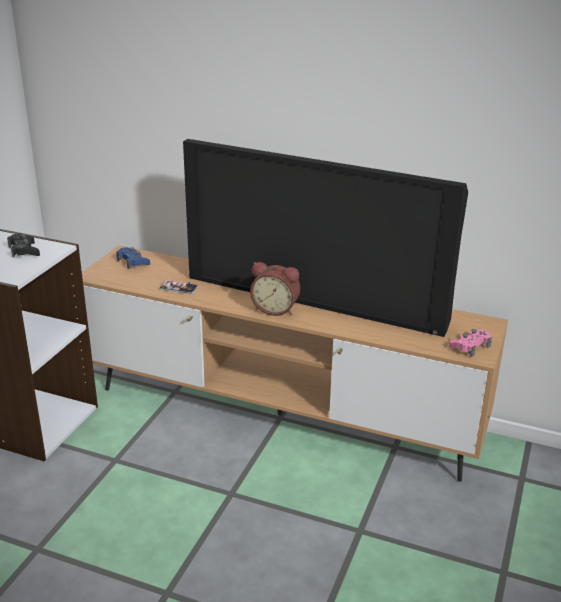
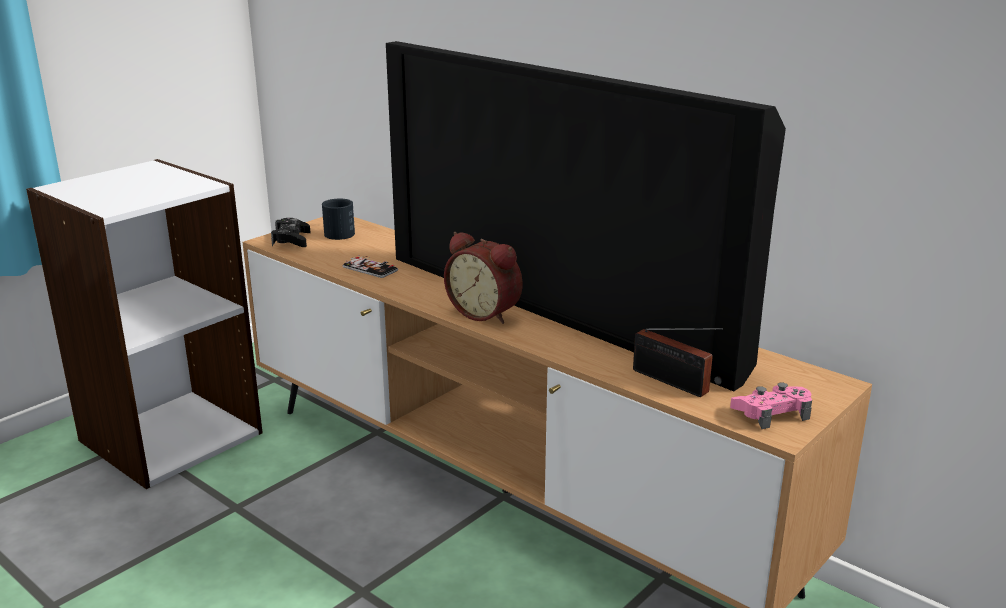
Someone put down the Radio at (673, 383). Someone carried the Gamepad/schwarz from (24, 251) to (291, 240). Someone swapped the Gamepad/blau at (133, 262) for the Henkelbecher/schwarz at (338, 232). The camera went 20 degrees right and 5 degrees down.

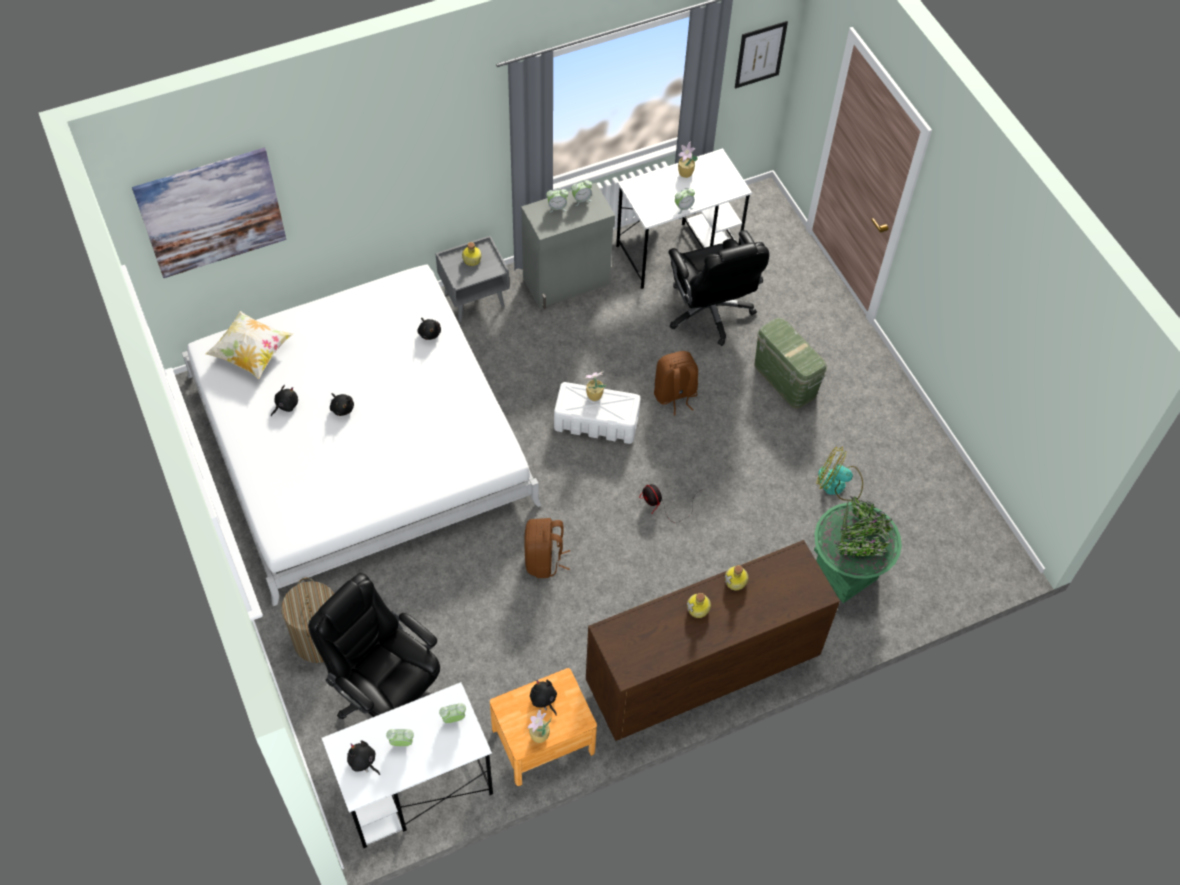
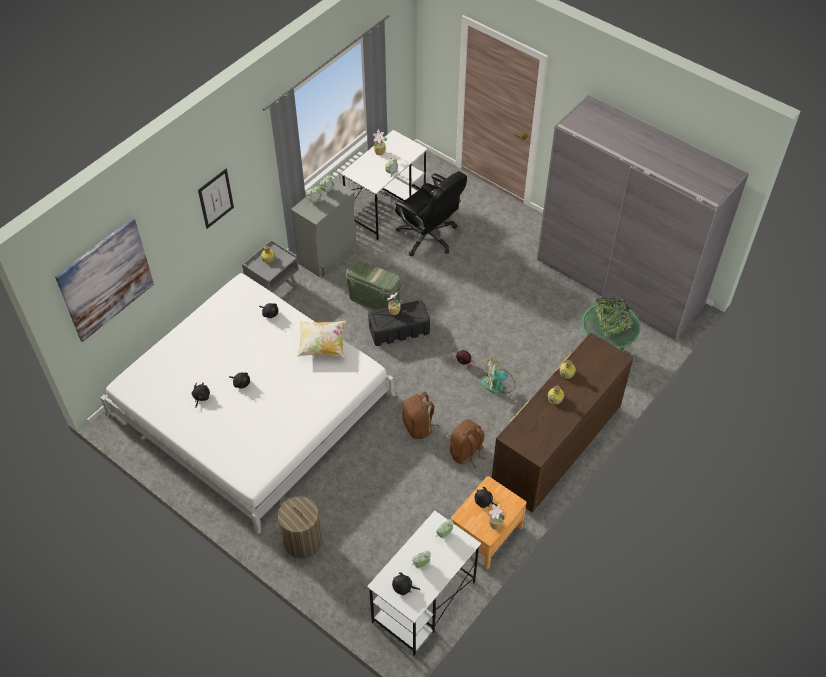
Someone took away the Bürostuhl/schwarz at (387, 693). Someone put down the Kleiderschrank/grau at (619, 283). Someone carried the Kissen from (252, 353) to (322, 345). Someone carried the Rucksack/braun from (675, 395) to (466, 453). Someone carried the Bild from (760, 54) to (215, 198). Someone carried the Aufbewahrungsbox/grün from (785, 379) to (374, 300). Someone carried the Ventilator from (838, 484) to (497, 385). Someone repainted the Aufbewahrungsbox/weiß at (597, 422), which became the Aufbewahrungsbox/schwarz at (399, 330). The camera went 25 degrees left and 5 degrees down.

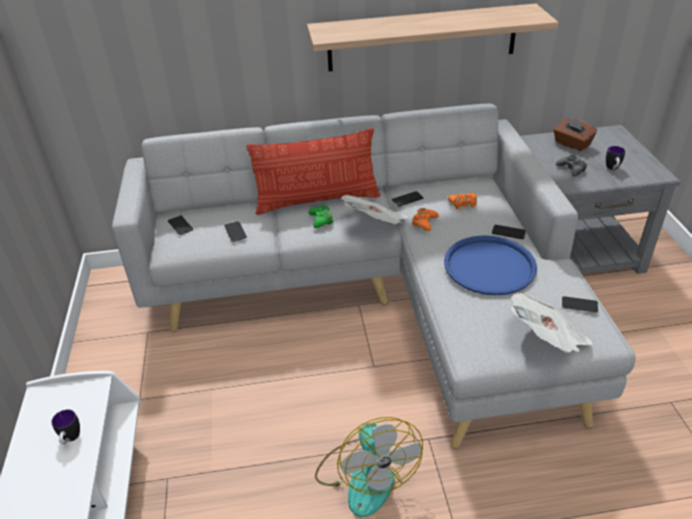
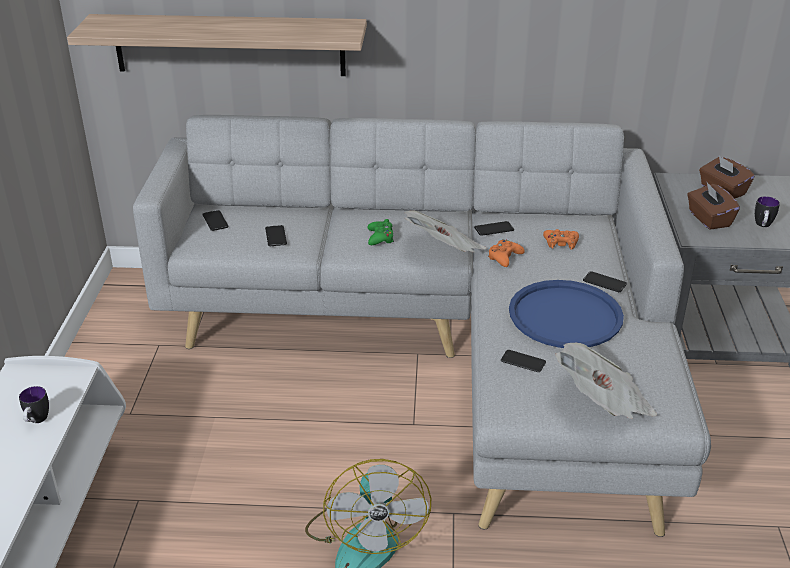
Someone took away the Kissen at (317, 200). Someone carried the Wandregal from (422, 38) to (229, 45). Someone carried the Handy from (579, 305) to (523, 361). Someone swapped the Gamepad/schwarz at (571, 169) for the Taschentuchbox/braun at (708, 219). The camera went 10 degrees right and 5 degrees down.

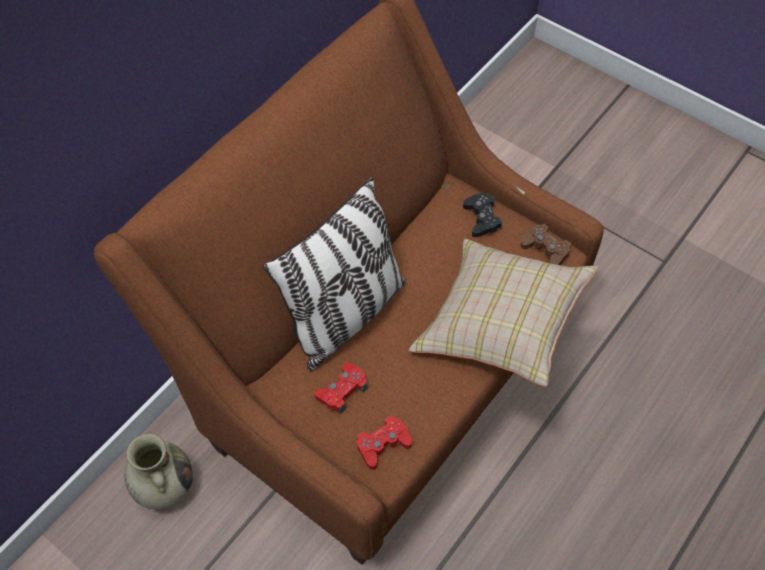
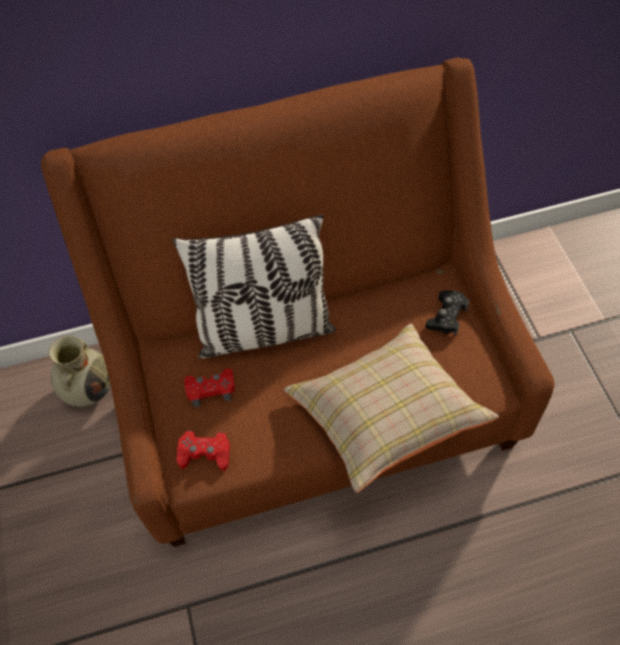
Someone took away the Gamepad/braun at (545, 250). The camera went 40 degrees right and 0 degrees up.

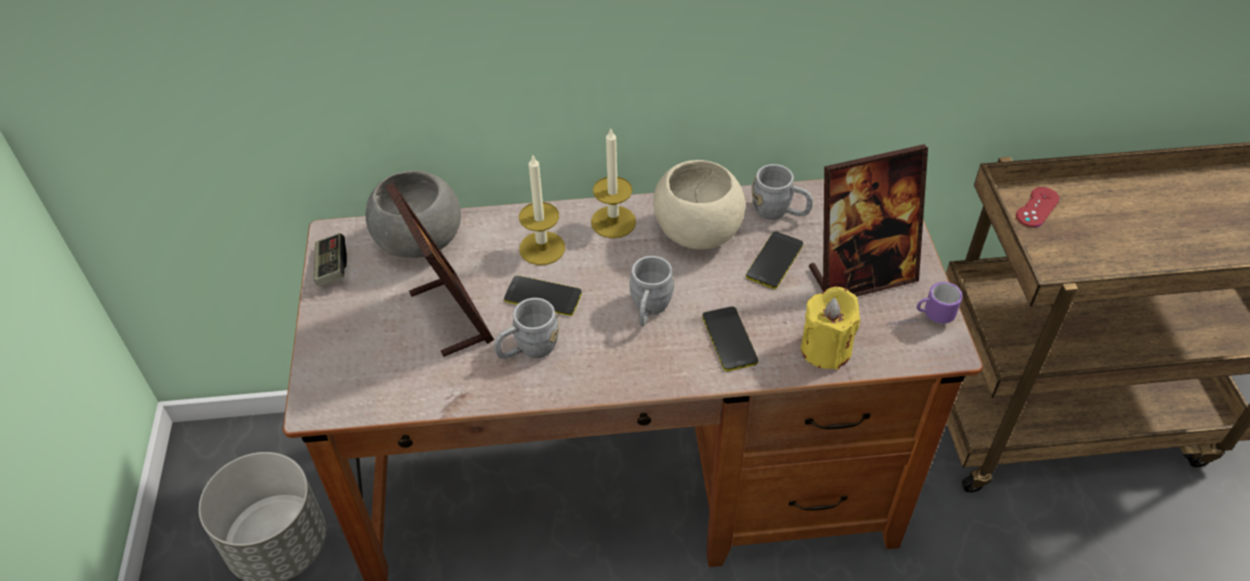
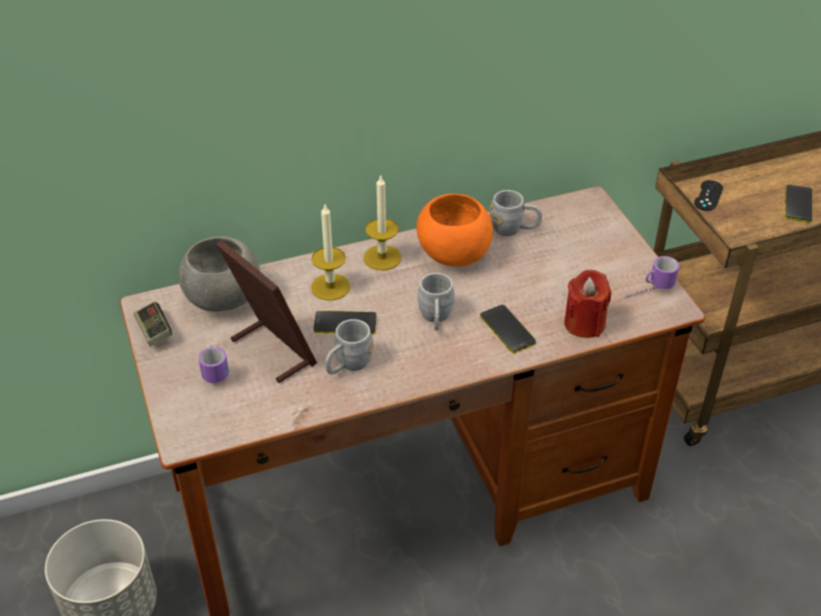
Someone took away the Bilderrahmen at (861, 276). Someone put down the Henkelbecher at (215, 367). Someone carried the Handy from (774, 260) to (798, 204). Someone repainted the Schüssel/beige at (696, 232), which became the Schüssel/orange at (453, 255). Someone repainted the Kerze/gelb at (825, 349), which became the Kerze/rot at (584, 323). Someone repainted the Gamepad/rot at (1037, 207), which became the Gamepad/schwarz at (708, 196). The camera went 15 degrees left and 5 degrees down.

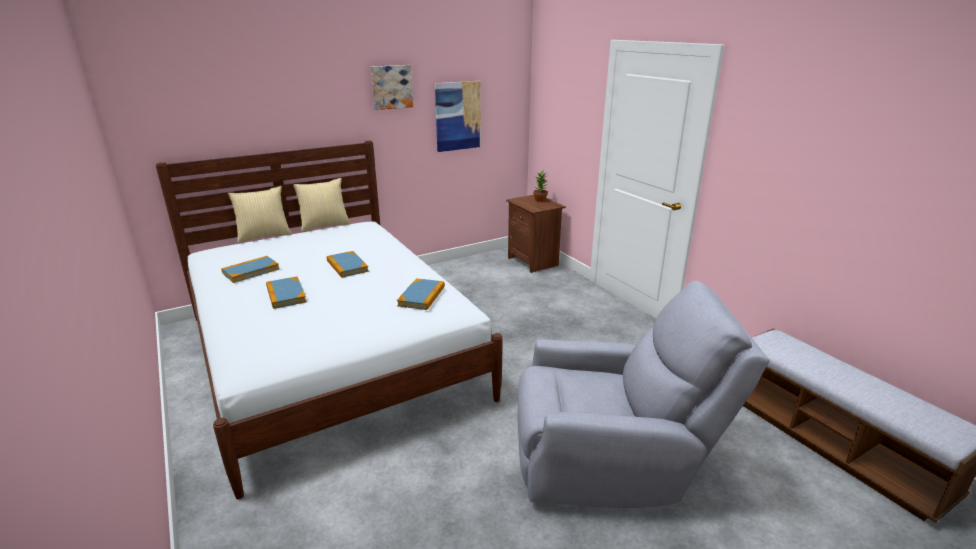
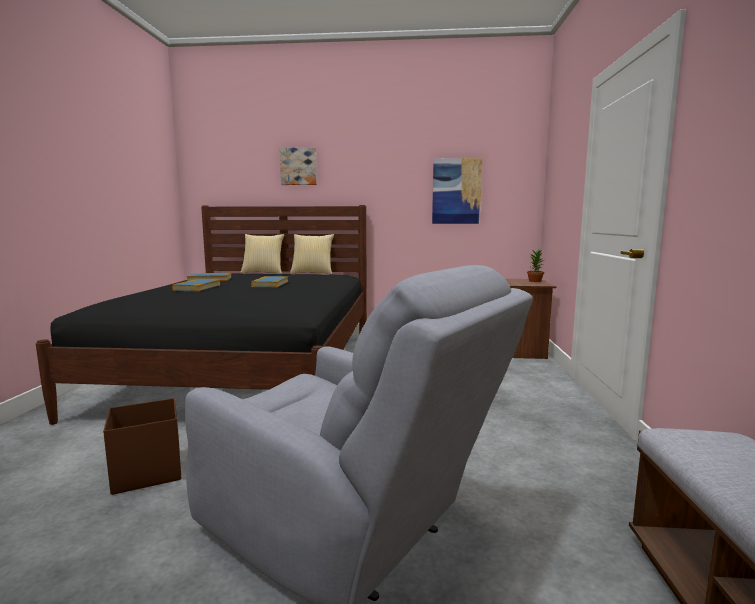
Someone took away the Buch at (422, 296). Someone put down the Aufbewahrungsbox/braun at (146, 473). Someone carried the Bild from (391, 87) to (299, 166). Someone repainted the Bett/weiß at (331, 355), which became the Bett/schwarz at (250, 368). The camera went 35 degrees right and 15 degrees down.

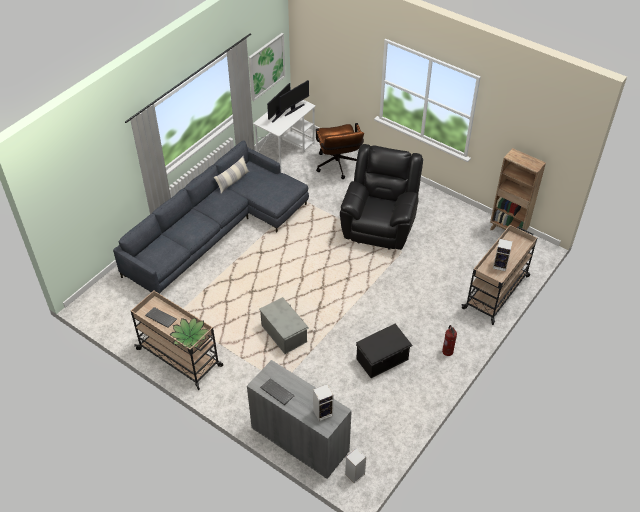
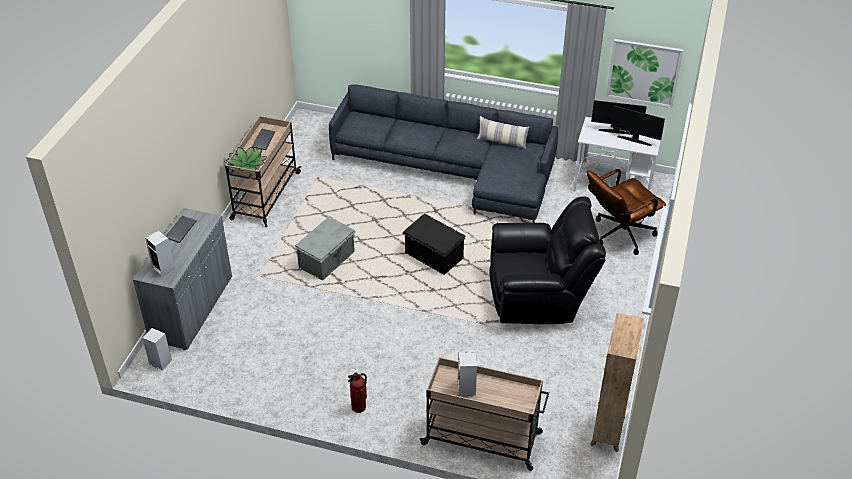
Someone carried the Aufbewahrungsbox/schwarz from (383, 359) to (433, 256). The camera went 70 degrees right and 5 degrees down.

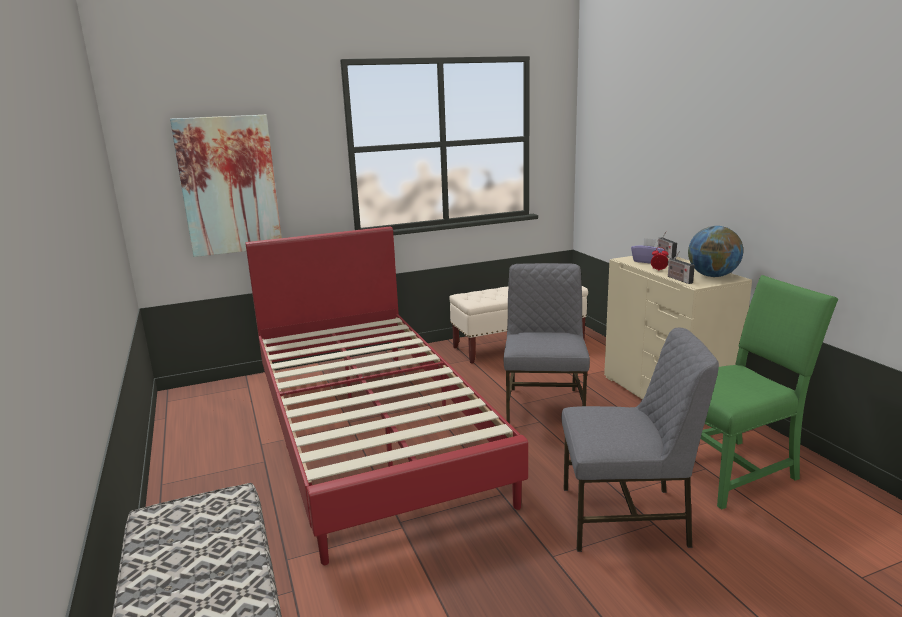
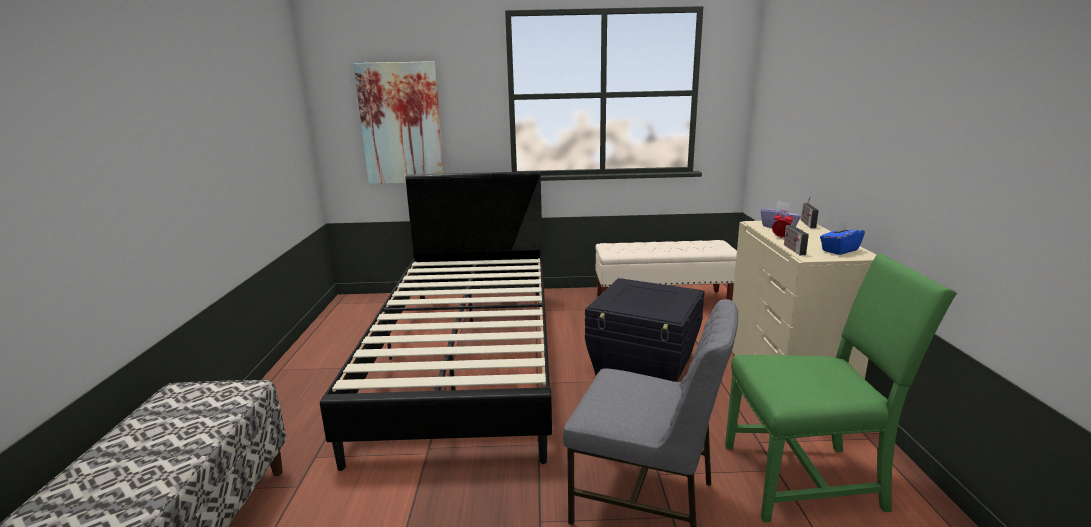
Someone swapped the Stuhl/grau at (544, 405) for the Aufbewahrungsbox/schwarz at (644, 365). Someone swapped the Globus at (712, 276) for the Taschentuchbox/blau at (839, 250). Someone repainted the Bett/rot at (370, 431), which became the Bett/schwarz at (467, 358). The camera went 20 degrees right and 0 degrees up.

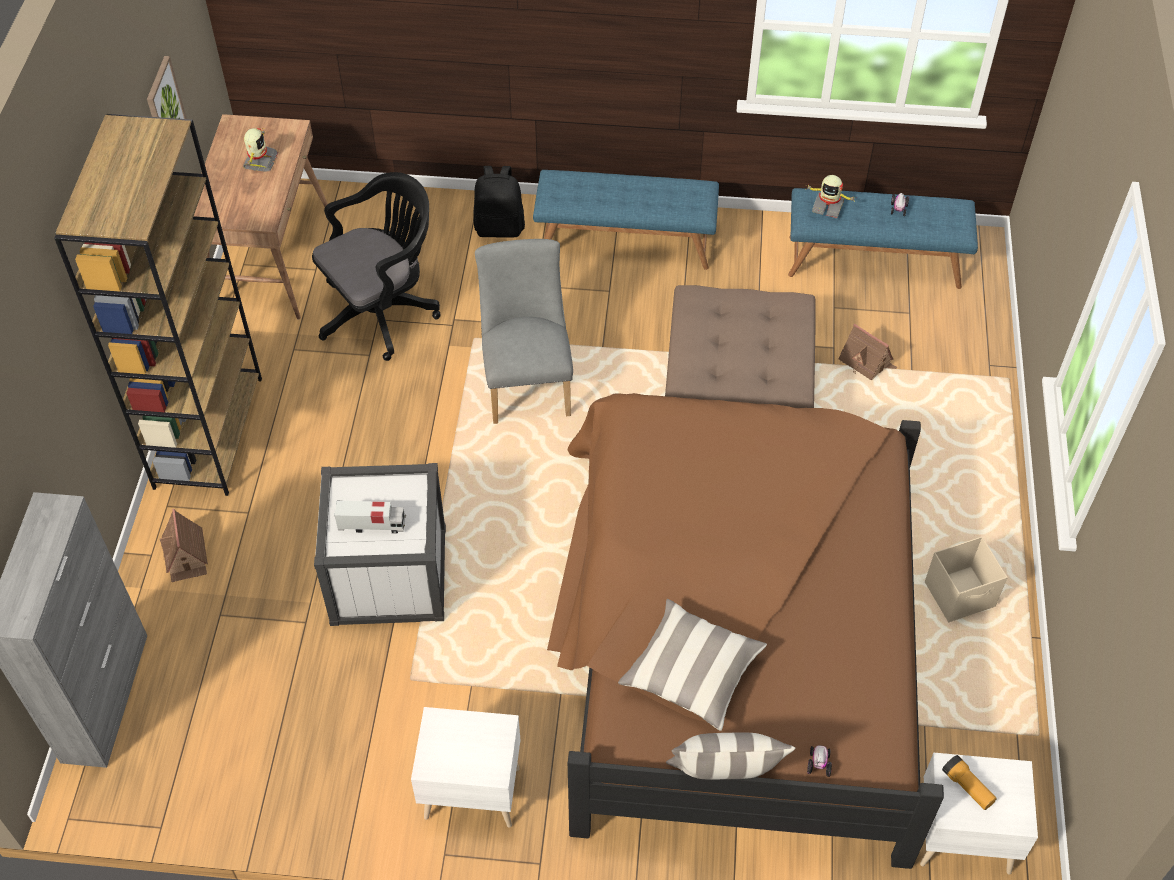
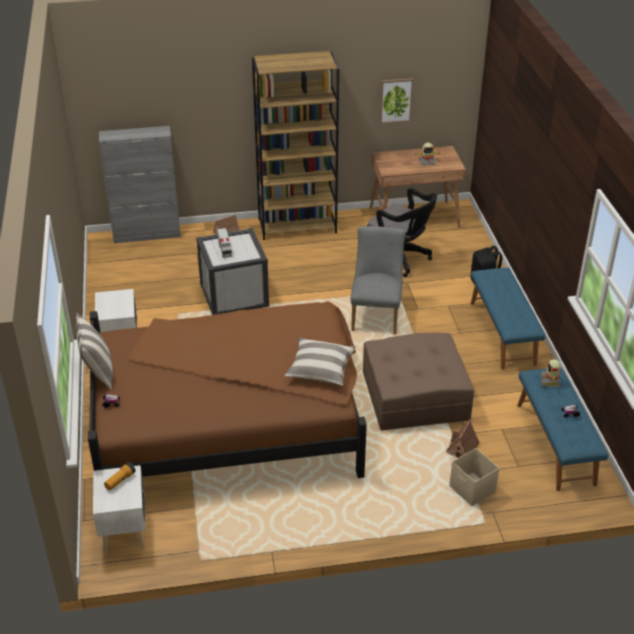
Someone carried the Kissen from (692, 673) to (320, 369). Someone carried the Aufbewahrungsbox/beige from (960, 594) to (472, 490). Someone rotated the Stuhl/grau at (527, 382) by 60 degrees counterclockwise. The camera went 75 degrees right and 15 degrees down.

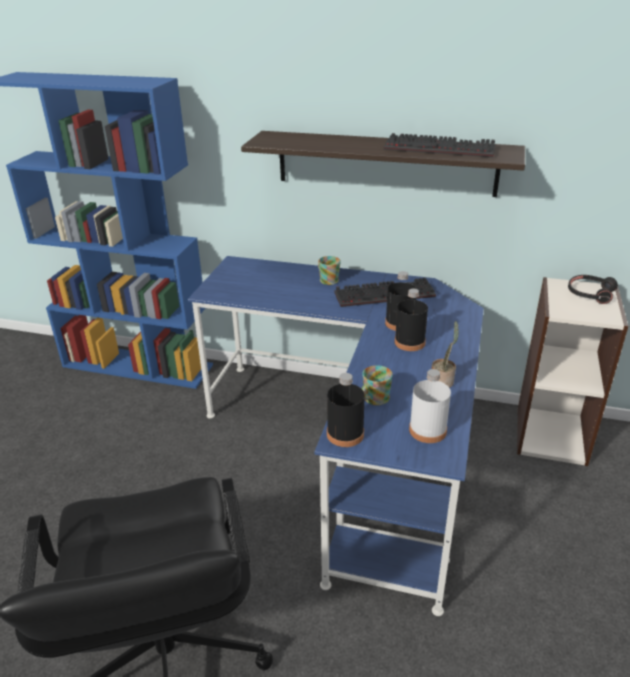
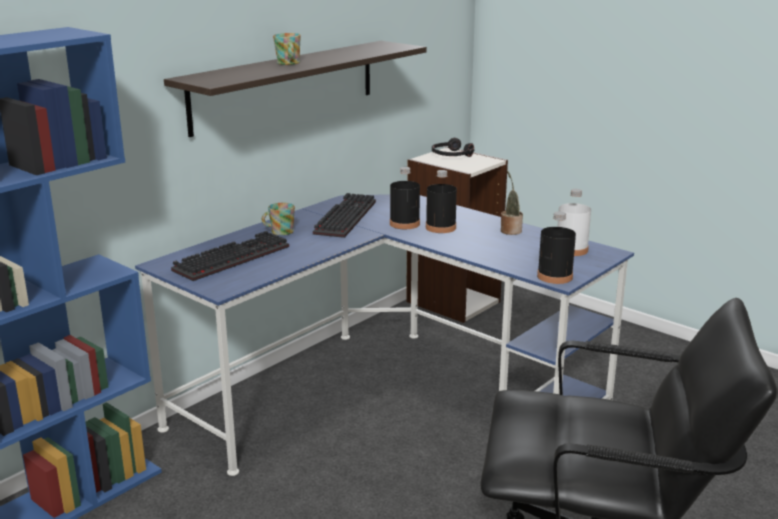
Someone carried the Henkelbecher from (373, 399) to (288, 63). Someone carried the Tastatur from (441, 149) to (232, 257). The camera went 65 degrees left and 10 degrees down.

